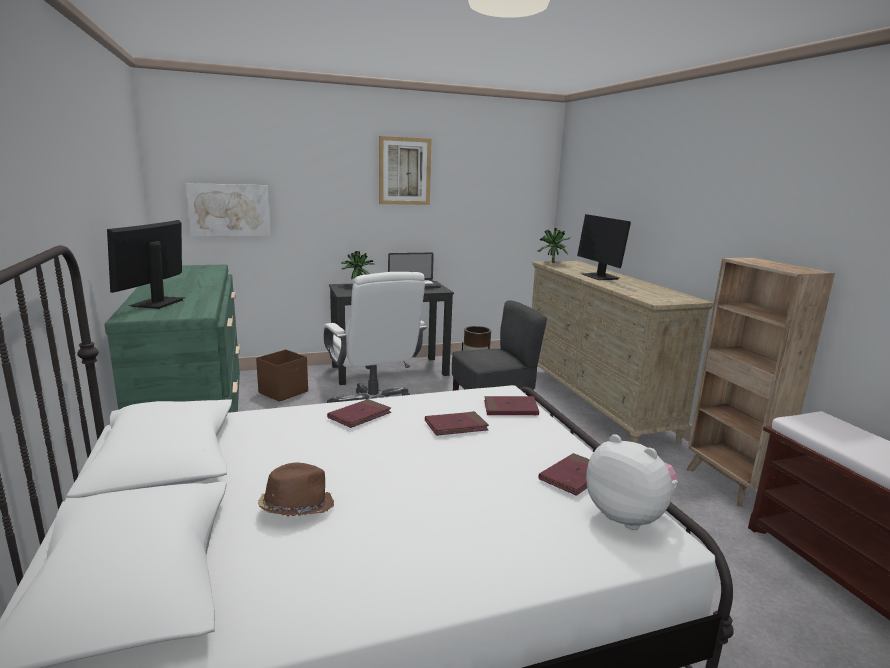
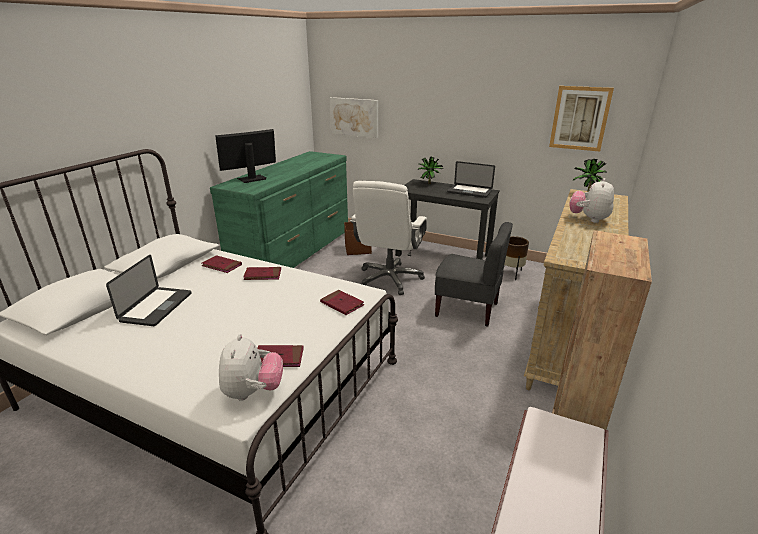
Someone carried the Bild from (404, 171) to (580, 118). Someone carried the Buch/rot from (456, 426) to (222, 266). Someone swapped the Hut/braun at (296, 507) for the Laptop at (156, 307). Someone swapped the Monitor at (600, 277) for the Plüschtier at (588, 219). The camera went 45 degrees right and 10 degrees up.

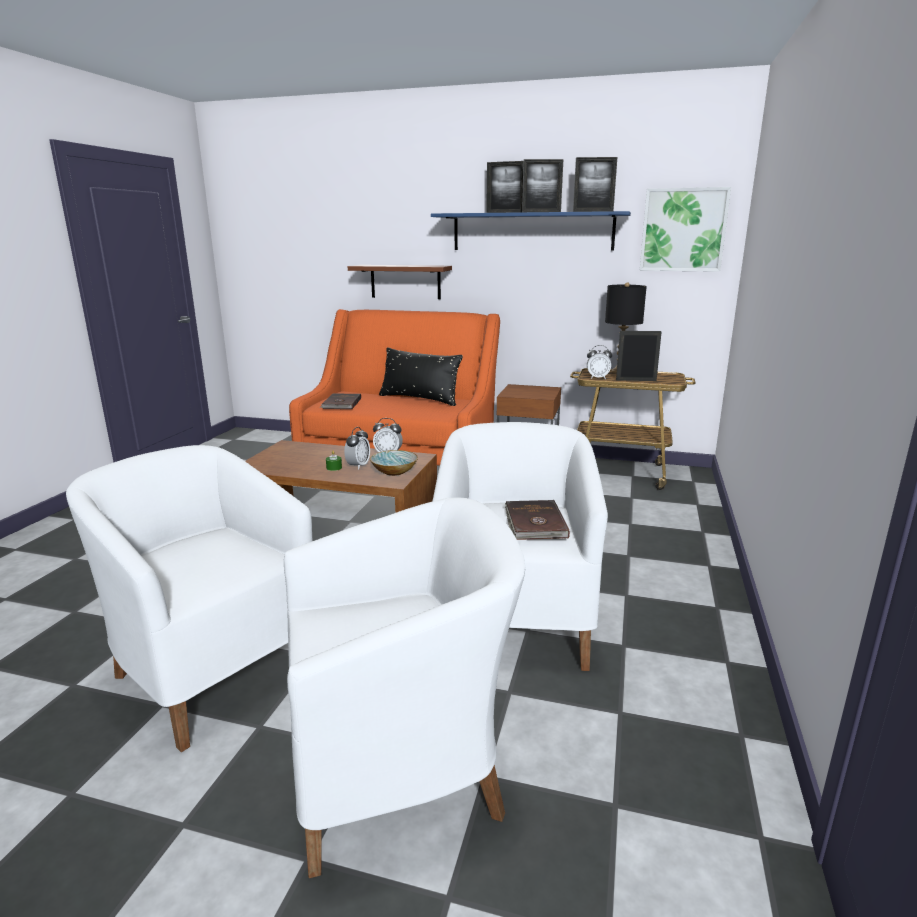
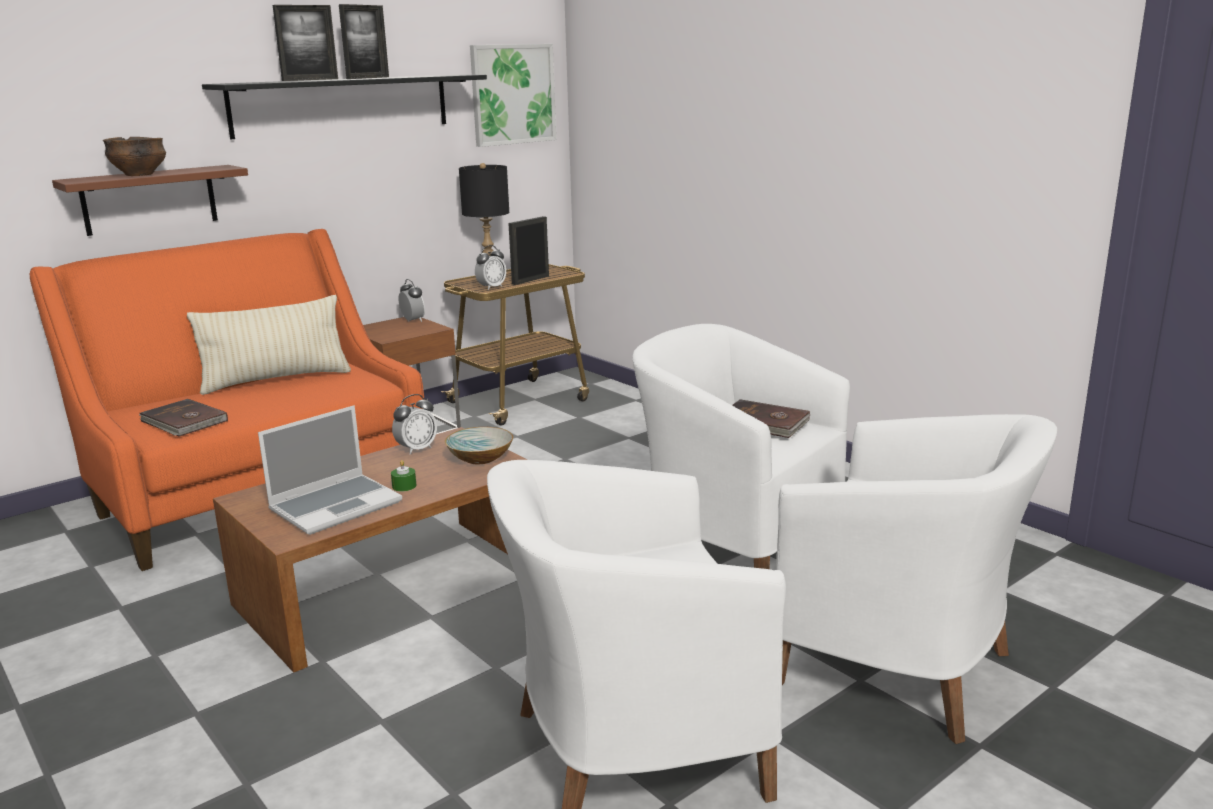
Someone took away the Bilderrahmen at (593, 211). Someone put down the Schüssel at (139, 174). Someone put down the Laptop at (336, 505). Someone carried the Wecker from (358, 466) to (413, 321). Someone repainted the Kissen/schwarz at (419, 399), which became the Kissen/beige at (276, 380). Someone repainted the Wandregal/blau at (532, 232), which became the Wandregal/schwarz at (342, 105). Someone rotated the Sessel/weiß at (401, 769) by 105 degrees clockwise. The camera went 55 degrees left and 0 degrees up.

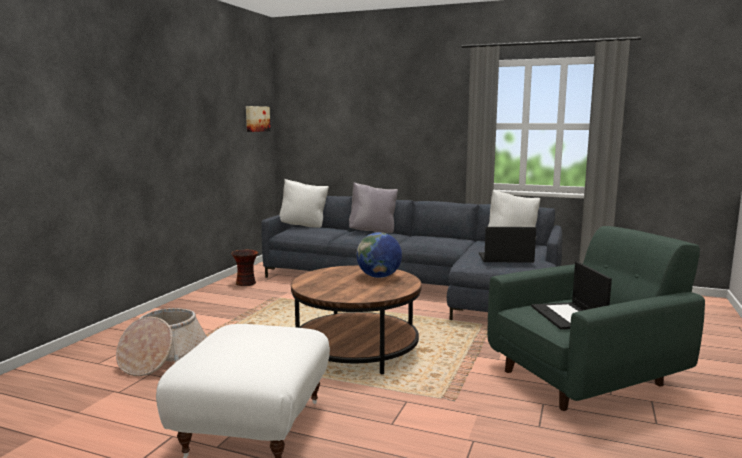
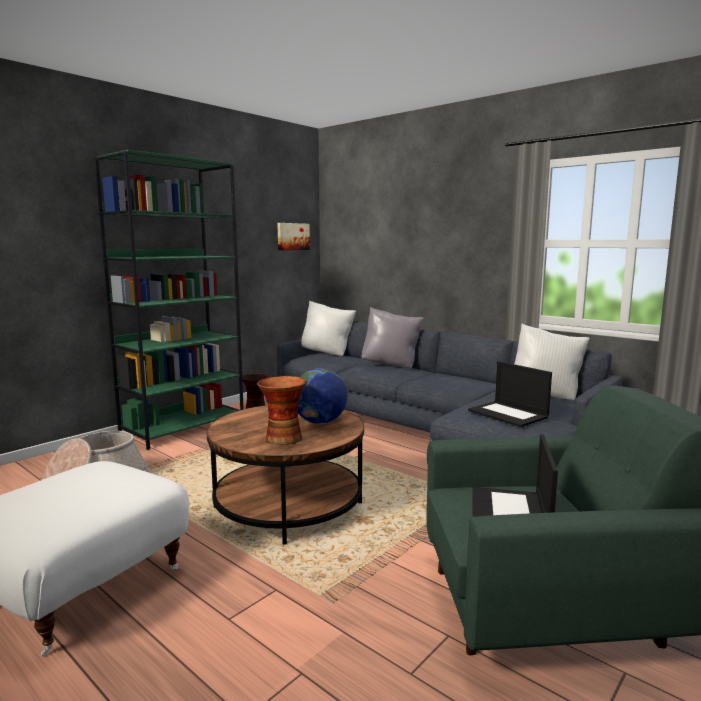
Someone put down the Bücherregal/grün at (184, 427). Someone put down the Vase at (283, 438). Someone rotated the Laptop at (505, 258) by 150 degrees counterclockwise. The camera went 20 degrees right and 0 degrees up.

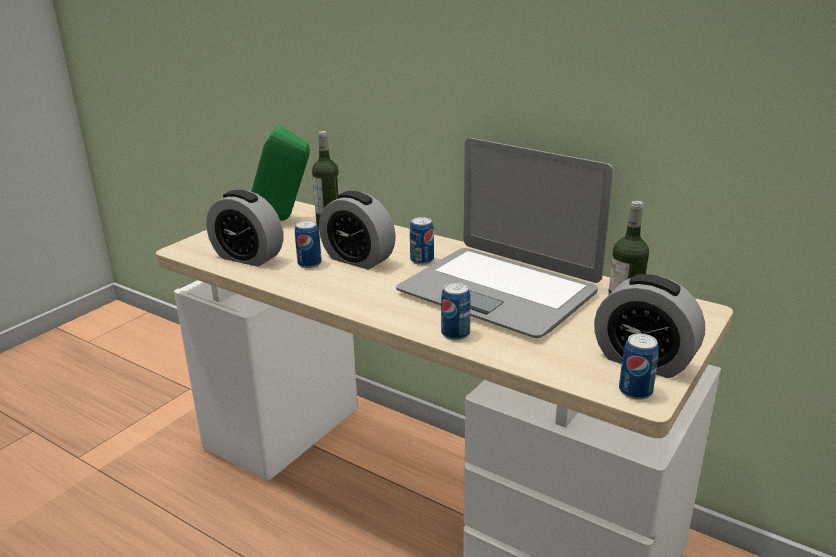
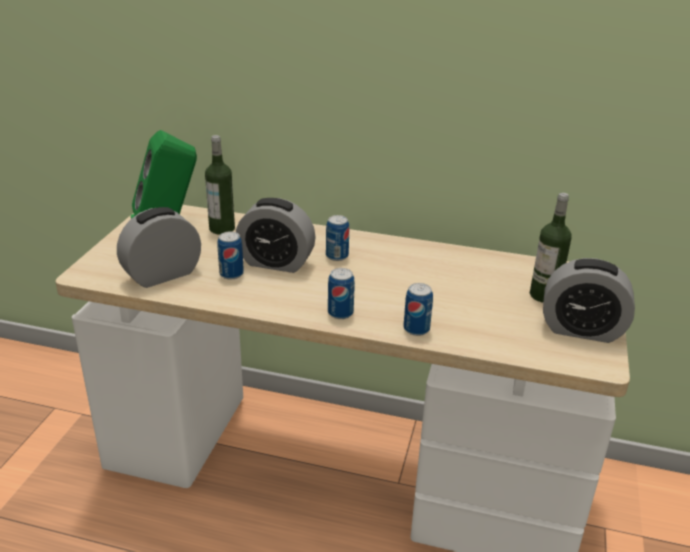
Someone took away the Laptop at (499, 291). Someone carried the Dose from (635, 391) to (340, 313). Someone rotated the Wecker at (248, 257) by 135 degrees clockwise. The camera went 20 degrees left and 5 degrees up.

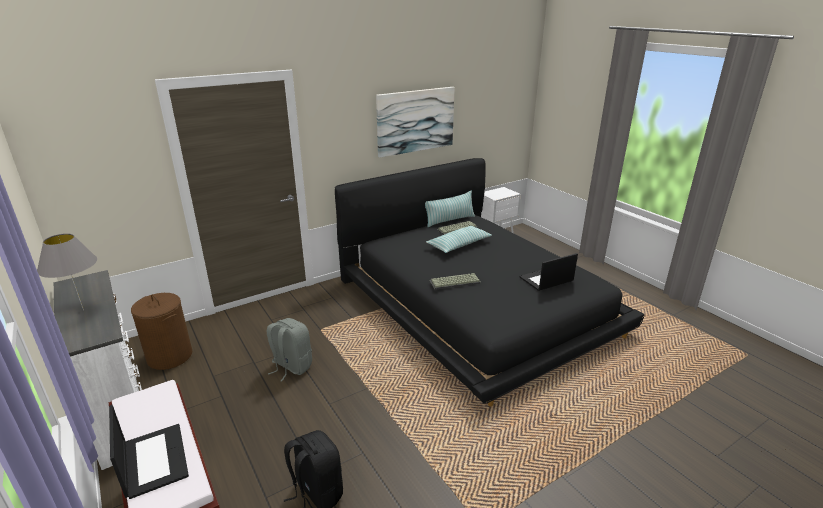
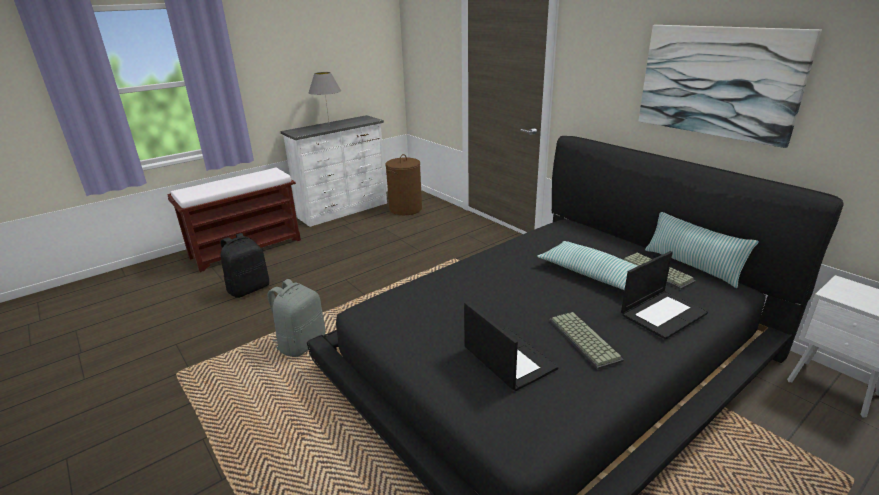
Someone carried the Laptop from (153, 460) to (663, 313). Someone carried the Rucksack/grau from (291, 367) to (301, 343). Someone carried the Tastatur from (454, 282) to (582, 340). The camera went 85 degrees right and 0 degrees up.

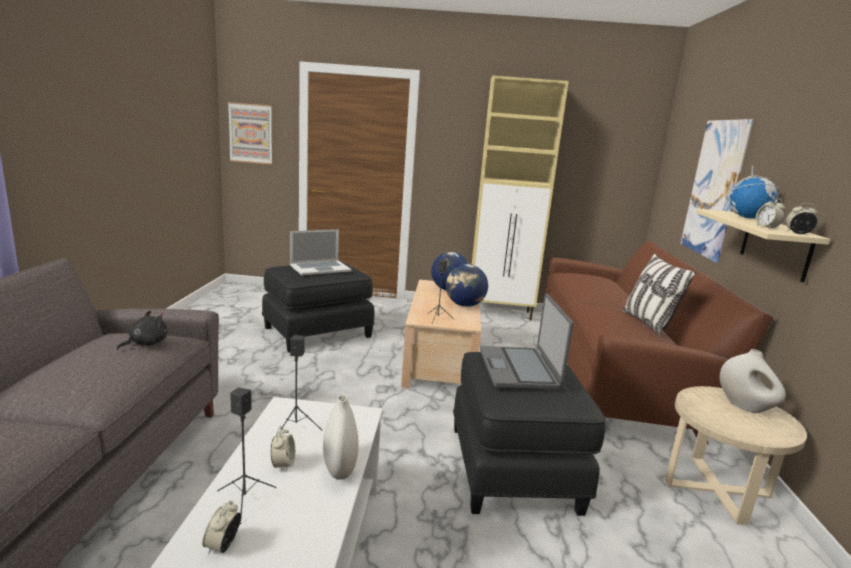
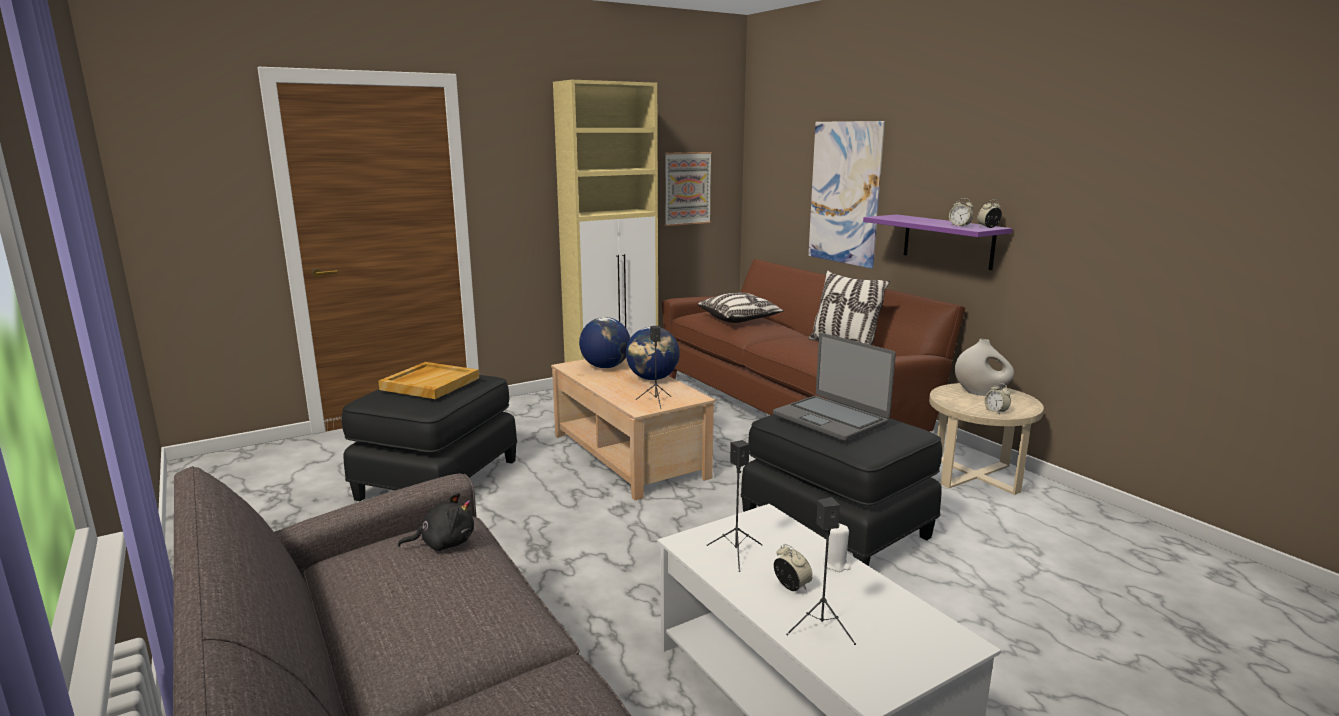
Someone took away the Globus at (747, 218). Someone put down the Kissen at (739, 319). Someone carried the Wecker from (223, 545) to (996, 411). Someone carried the Bild from (251, 133) to (687, 188). Someone swapped the Laptop at (320, 268) for the Tablett/beige at (430, 383). Someone swapped the Vase/weiß at (340, 468) for the Kerze/weiß at (836, 564). Someone repainted the Wandregal/beige at (775, 245), which became the Wandregal/lila at (948, 241). Someone rotated the Plüschtier/schwarz at (146, 344) by 75 degrees clockwise. The camera went 35 degrees left and 0 degrees up.

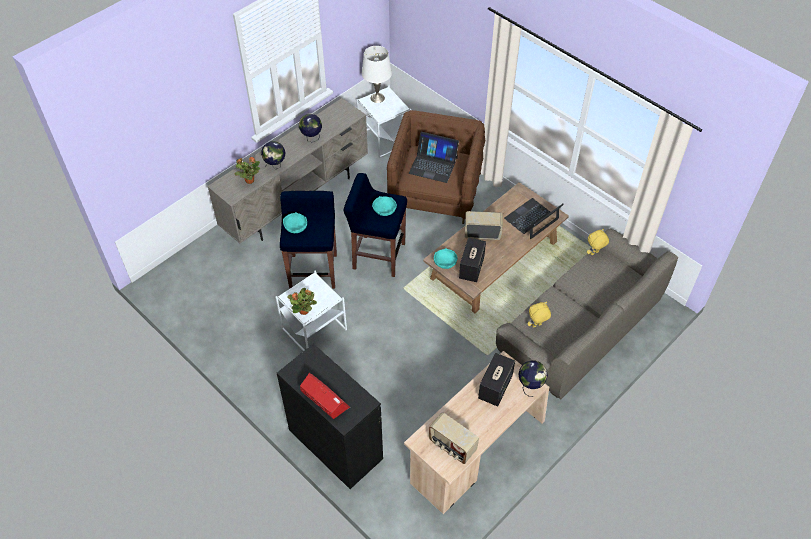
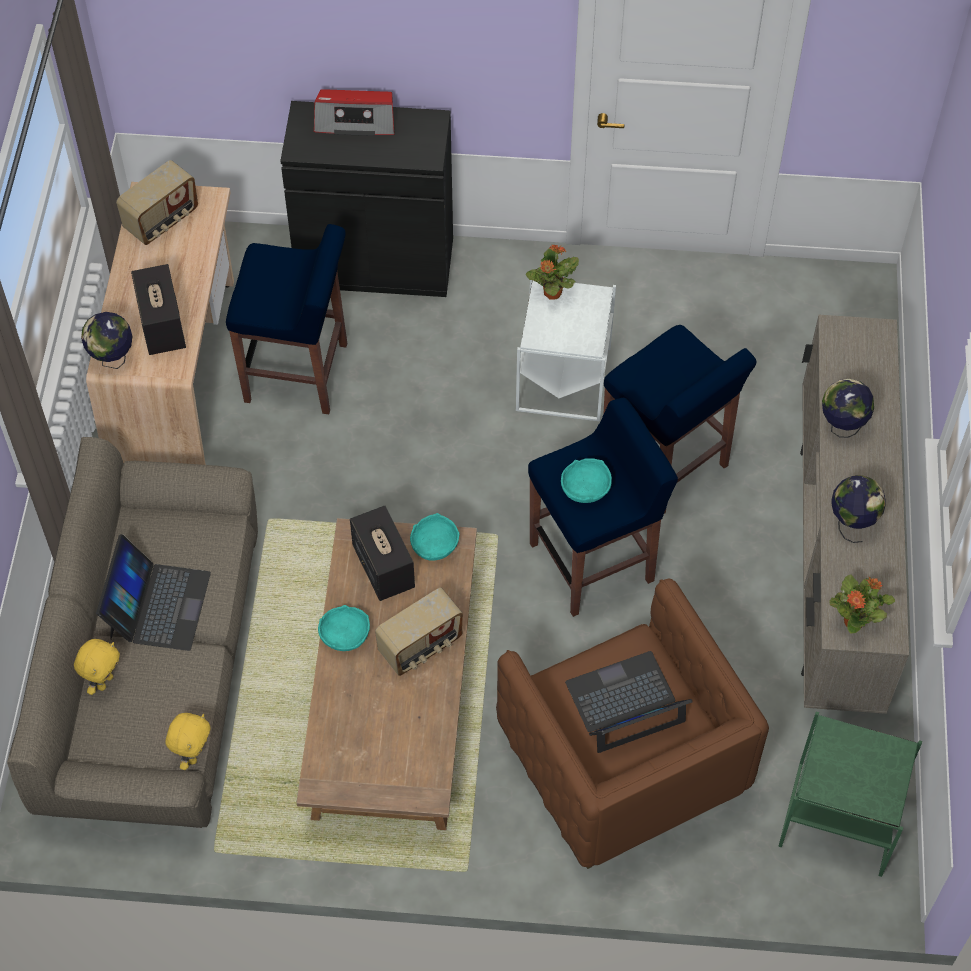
Someone took away the Tischlampe/weiß at (377, 98). Someone put down the Hocker/blau at (298, 373). Someone carried the Topfpflanze from (249, 180) to (854, 621). Someone carried the Schüssel/türkis from (296, 228) to (344, 635). Someone carried the Laptop from (532, 219) to (158, 605). Someone carried the Plüschtier/gelb from (537, 325) to (104, 681). Someone repainted the Beistelltisch/weiß at (384, 138), which became the Beistelltisch/grün at (840, 820). Someone rotated the Radio at (452, 446) by 135 degrees clockwise. The camera went 140 degrees right and 5 degrees up.

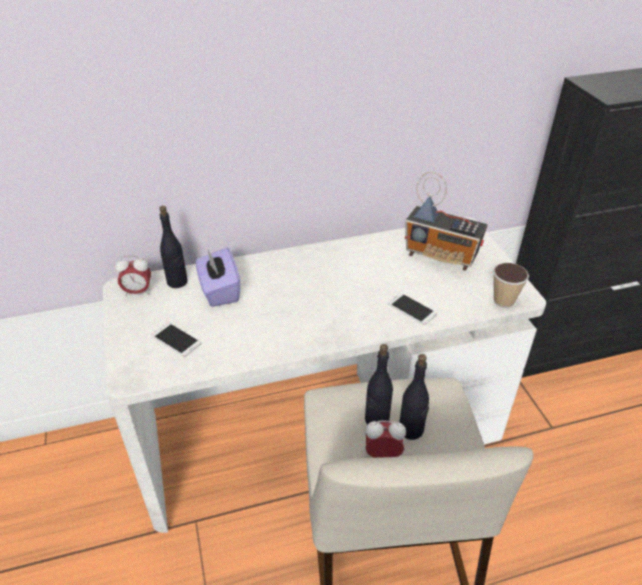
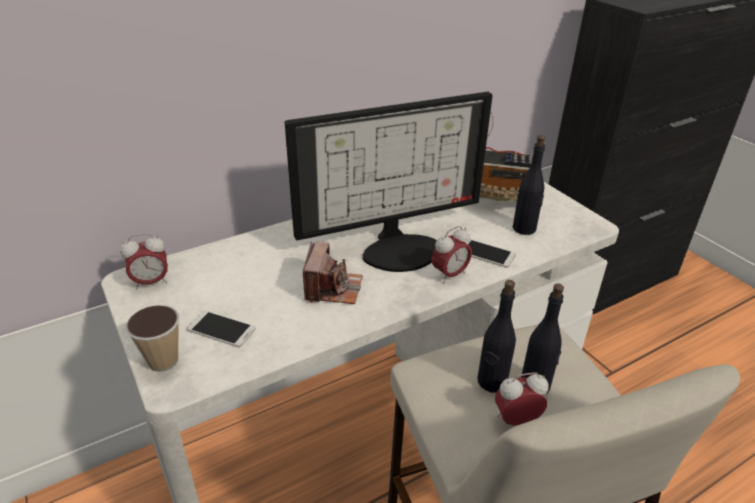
Someone took away the Taschentuchbox/lila at (219, 291). Someone put down the Monitor at (399, 247). Someone put down the Kamera at (333, 288). Someone put down the Wecker at (449, 275). Someone carried the Flasche/schwarz from (177, 282) to (524, 229). Someone carried the Tasse from (503, 301) to (163, 361). The camera went 15 degrees left and 5 degrees down.

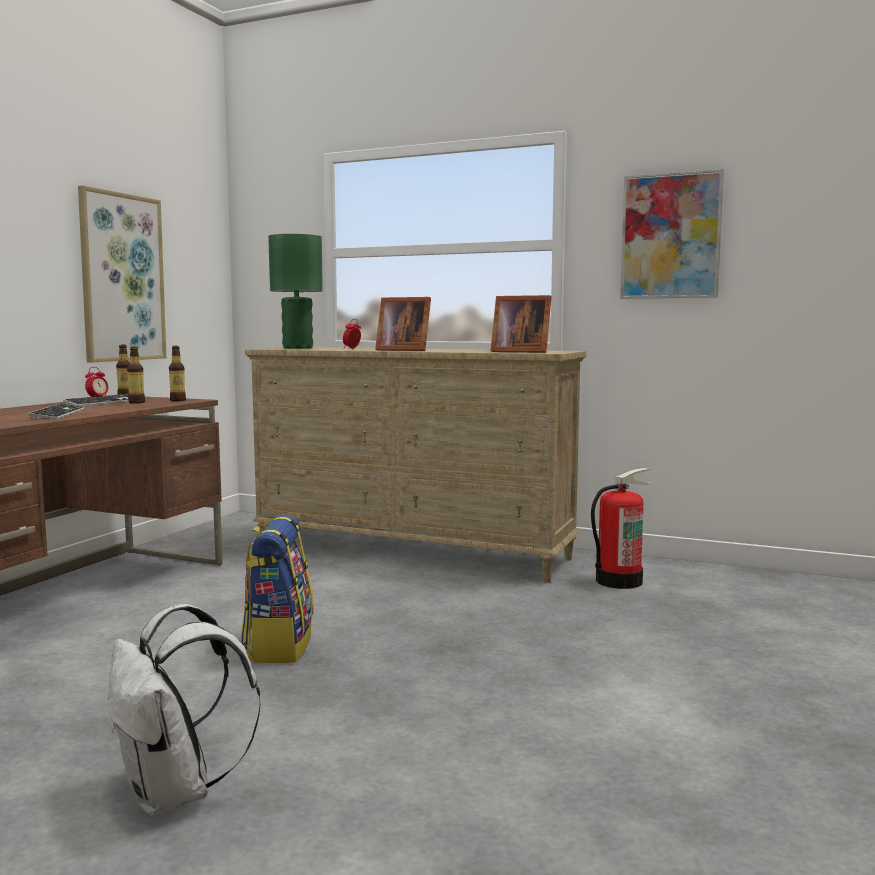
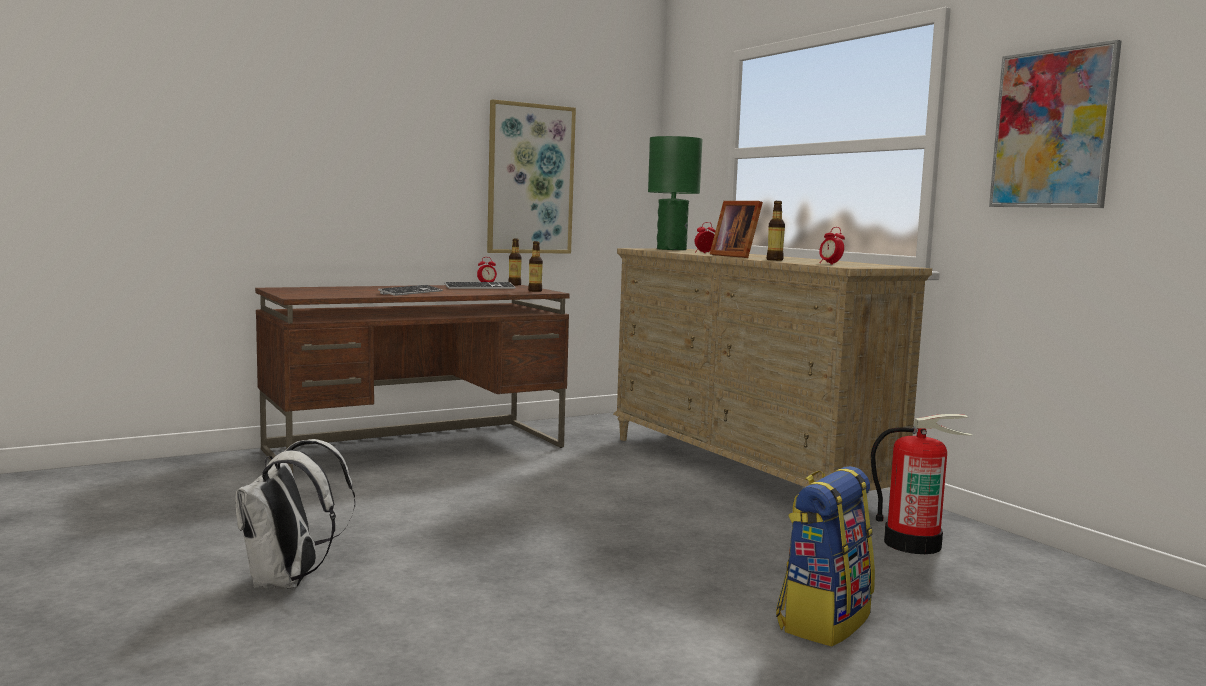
Someone carried the Flasche from (136, 402) to (774, 260). Someone carried the Rucksack from (278, 646) to (823, 621). Someone swapped the Bilderrahmen at (519, 352) for the Wecker at (830, 264). The camera went 35 degrees right and 0 degrees up.

